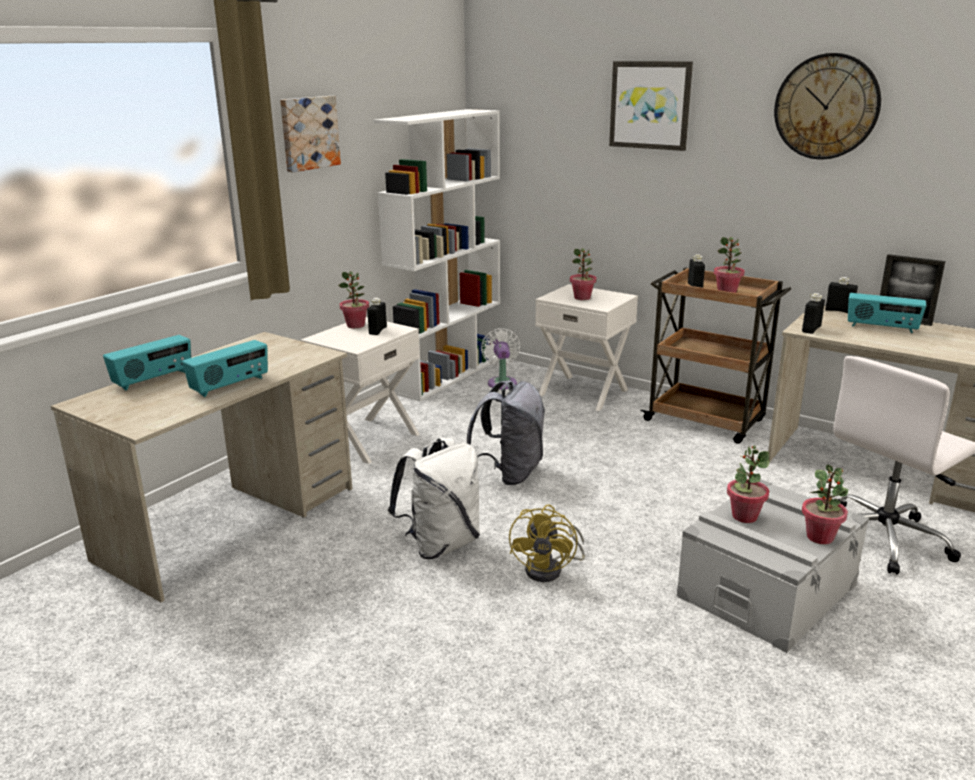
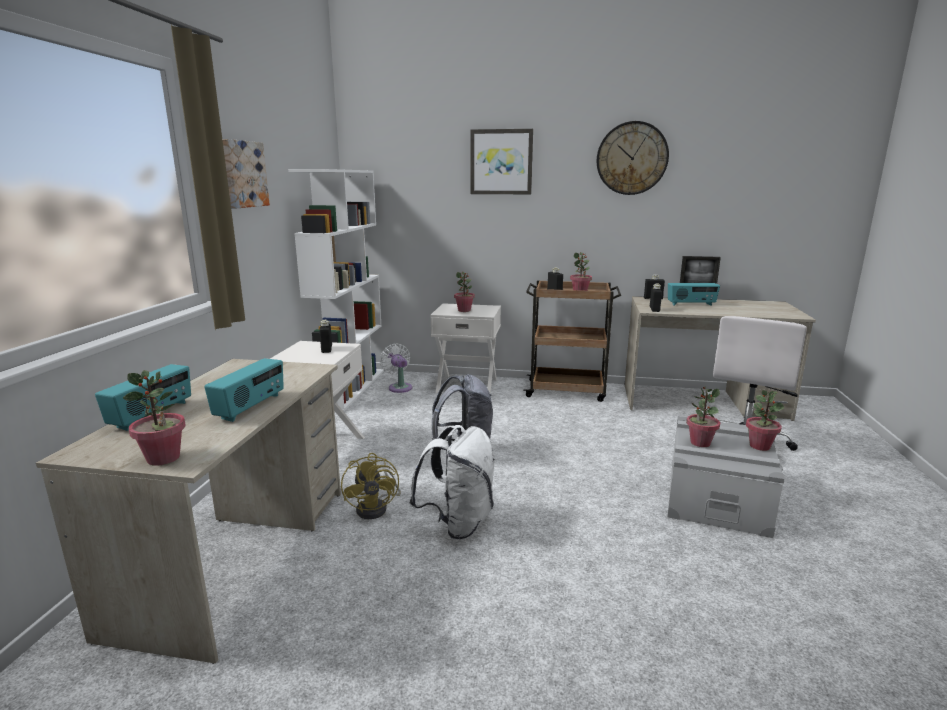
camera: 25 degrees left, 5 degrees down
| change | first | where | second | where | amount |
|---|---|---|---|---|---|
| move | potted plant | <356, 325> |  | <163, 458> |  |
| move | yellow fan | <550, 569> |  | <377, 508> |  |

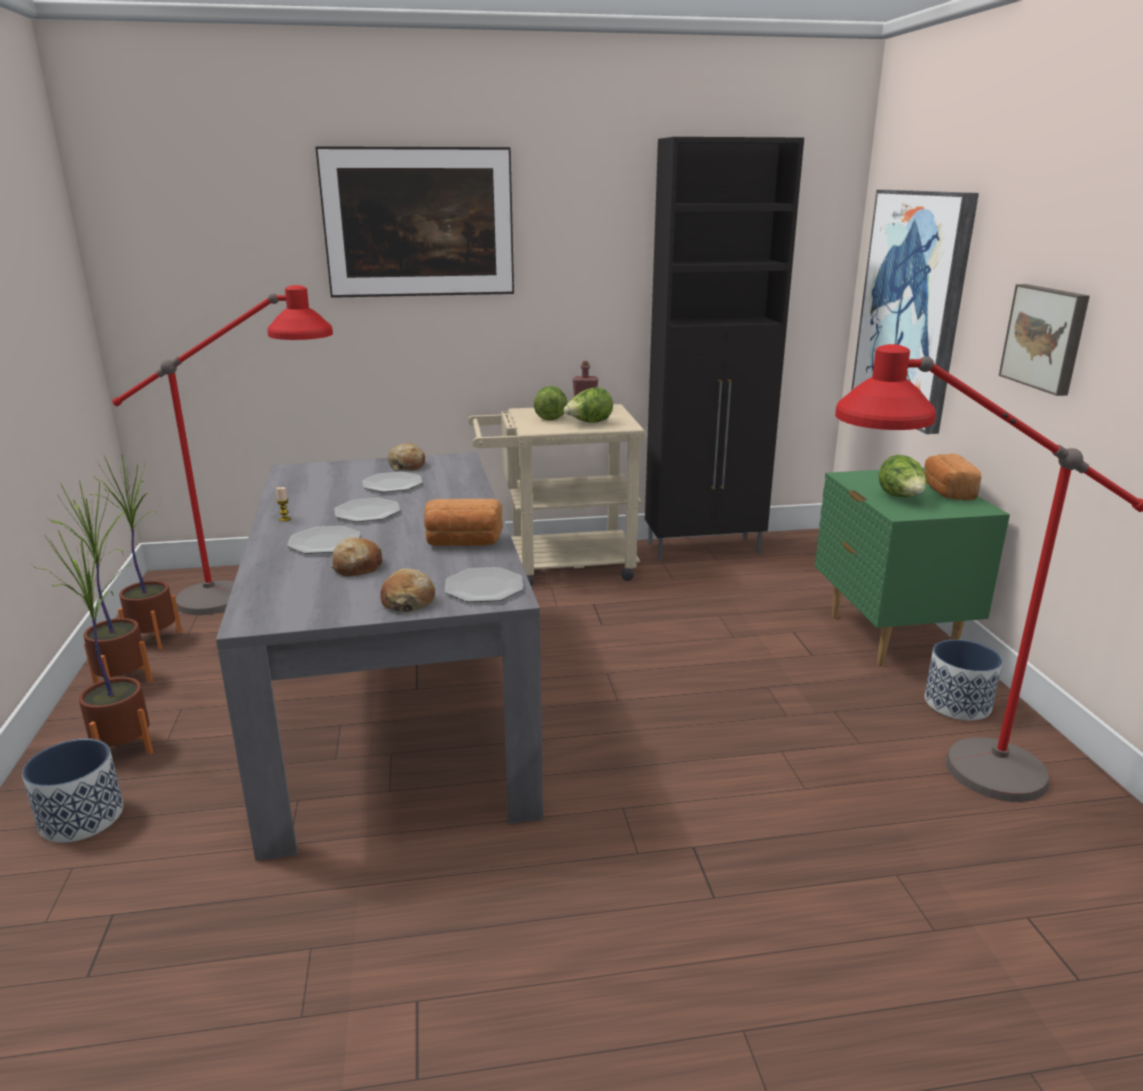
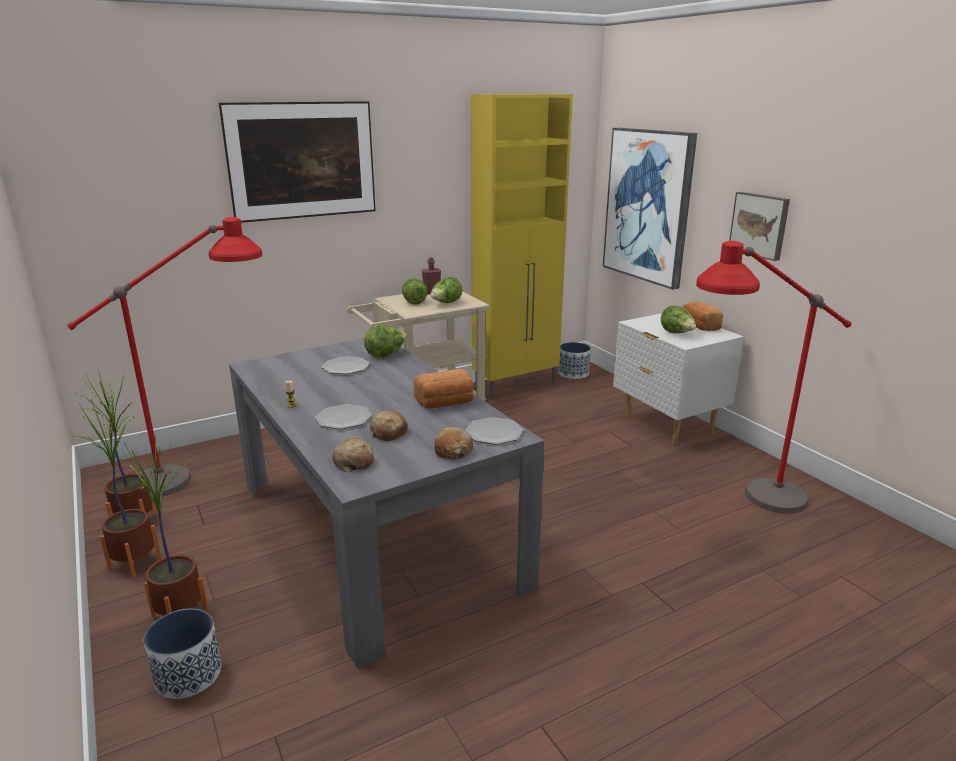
camera: 20 degrees left, 0 degrees up
| change | first | where | second | where | amount |
|---|---|---|---|---|---|
| recolor | black cabinet | <705, 548> | yellow cabinet | <516, 384> |  |
| move | bread | <407, 465> |  | <354, 462> |  |
| recolor | green nightstand | <888, 637> | white nightstand | <667, 425> |  |
| delete | plate | <367, 512> |  |  |  |
| move | planter | <957, 704> |  | <573, 373> |  |
| insert |  |  | lettuce | <386, 355> |  |

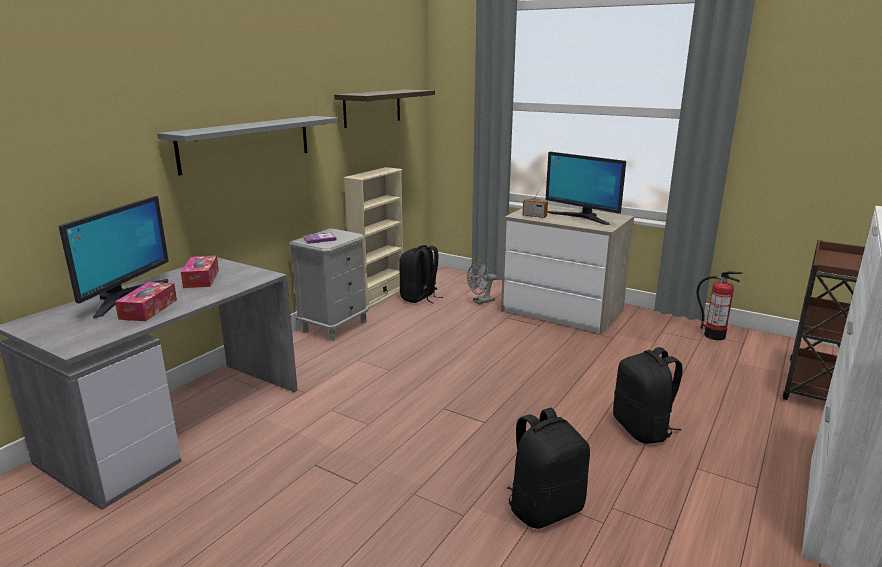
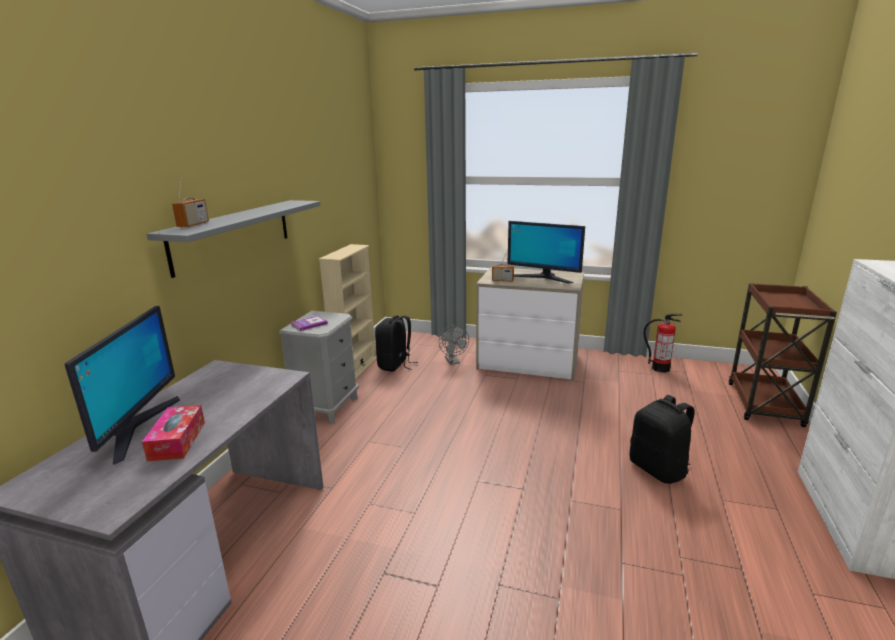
camera: 15 degrees left, 0 degrees up
| change | first | where | second | where | amount |
|---|---|---|---|---|---|
| delete | shelf | <372, 108> |  |  |  |
| delete | tissue box | <201, 279> |  |  |  |
| rotate | grey fan | <481, 301> |  | <453, 362> | 60 degrees counterclockwise |
| delete | black backpack | <545, 508> |  |  |  |
| insert |  |  | radio | <193, 225> |  |

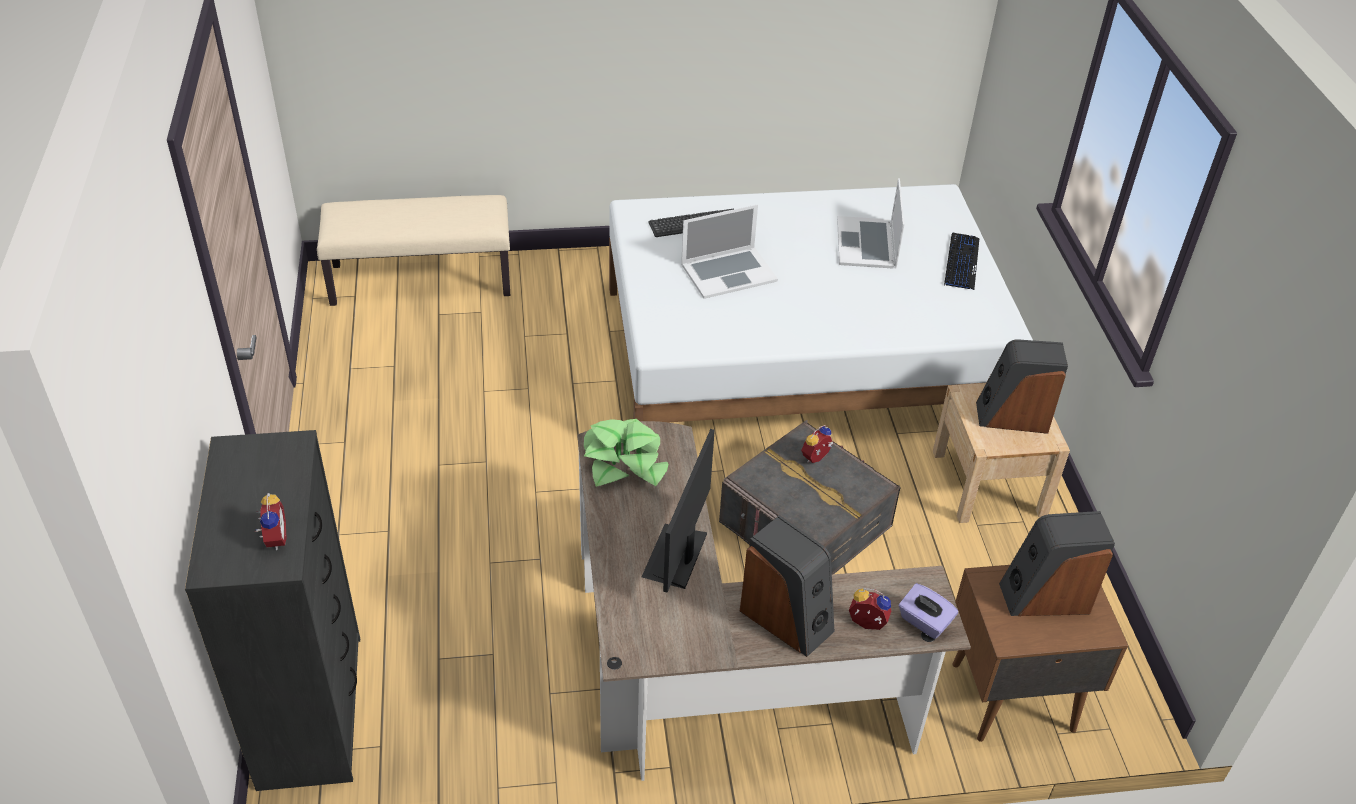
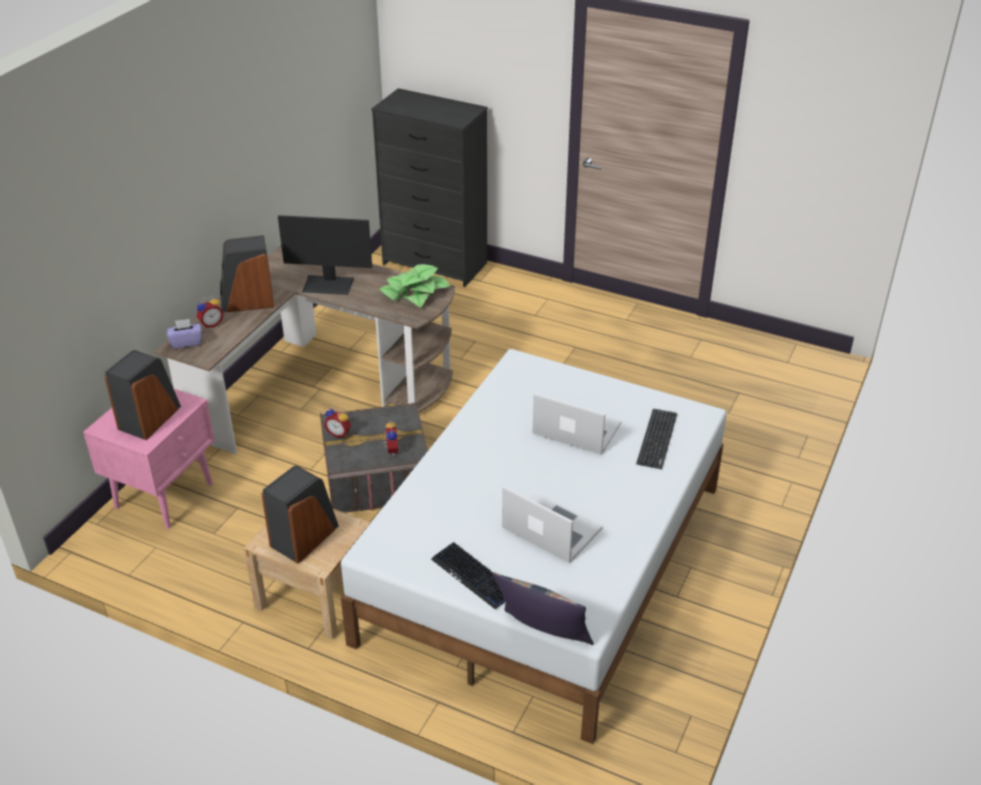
camera: 125 degrees right, 5 degrees down
| change | first | where | second | where | amount |
|---|---|---|---|---|---|
| delete | beige bench | <422, 280> |  |  |  |
| rotate | laptop | <728, 272> |  | <576, 429> | 105 degrees clockwise |
| rotate | monitor | <676, 556> |  | <328, 285> | 135 degrees clockwise |
| move | alarm clock | <273, 539> |  | <339, 433> |  |
| recolor | brown nightstand | <1010, 695> | pink nightstand | <165, 494> |  |
| insert |  |  | pillow | <542, 638> |  |

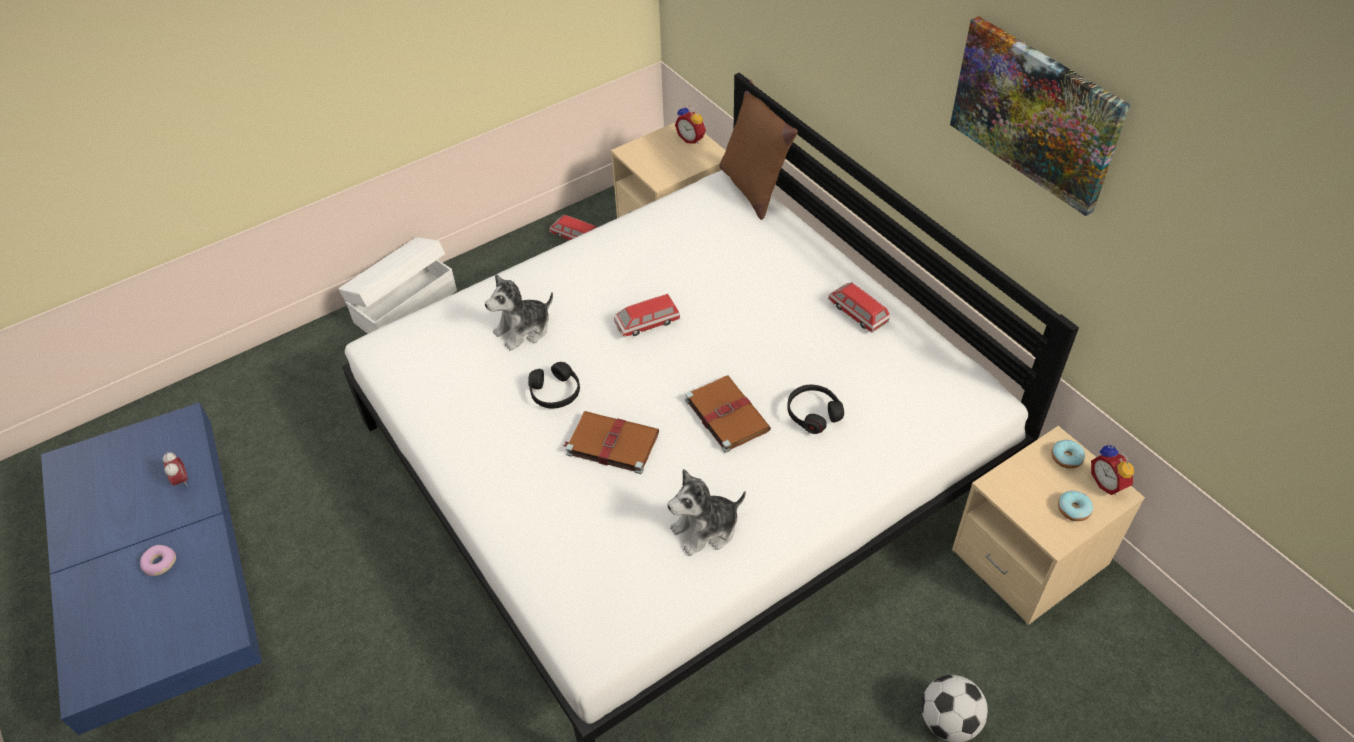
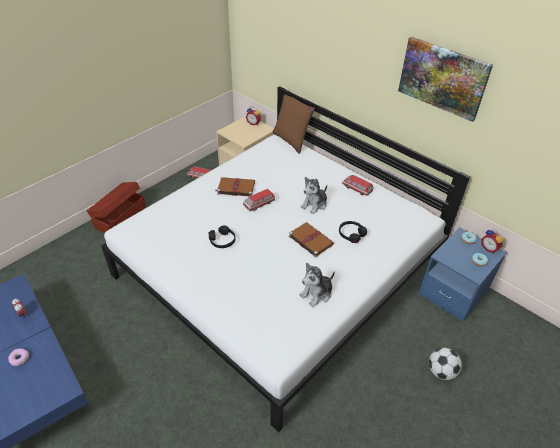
camera: 15 degrees left, 5 degrees down
| change | first | where | second | where | amount |
|---|---|---|---|---|---|
| recolor | white storage box | <404, 306> | brown storage box | <120, 218> |  |
| move | plush toy | <523, 330> |  | <314, 205> |  |
| move | brown book | <611, 443> |  | <235, 188> |  |
| recolor | beige nightstand | <1029, 558> | blue nightstand | <453, 292> |  |

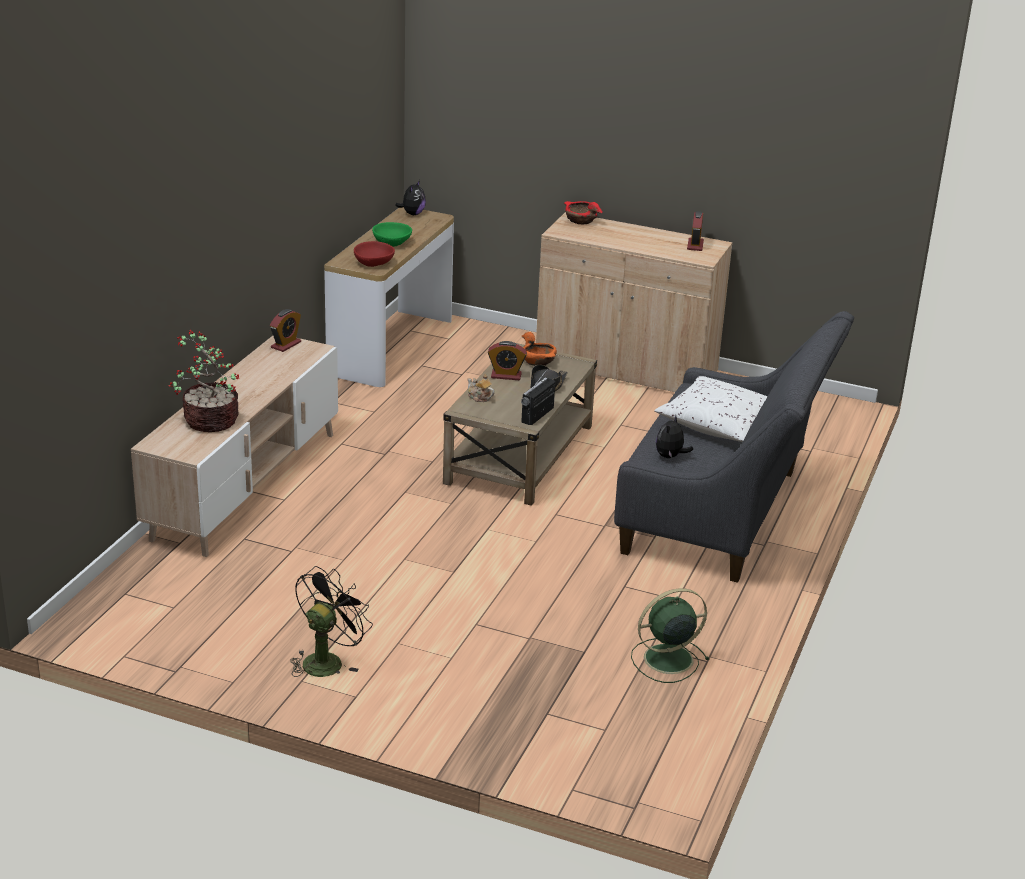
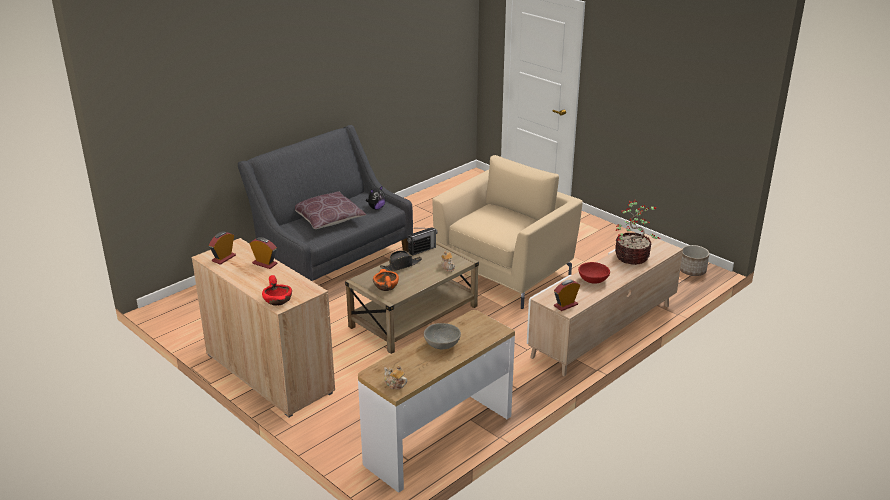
camera: 155 degrees left, 0 degrees up
| change | first | where | second | where | amount |
|---|---|---|---|---|---|
| replace | plush toy | <412, 214> | teapot | <394, 384> |  |
| recolor | green bowl | <391, 244> | grey bowl | <442, 344> |  |
| move | red bowl | <373, 264> |  | <593, 280> |  |
| move | alarm clock | <506, 376> |  | <265, 264> |  |
| recolor | white pillow | <719, 424> | brown pillow | <327, 219> |  |
| delete | black fan | <327, 660> |  |  |  |
| delete | green fan | <666, 659> |  |  |  |
| insert |  |  | beige armchair | <505, 272> |  |
| insert |  |  | planter | <692, 271> |  |

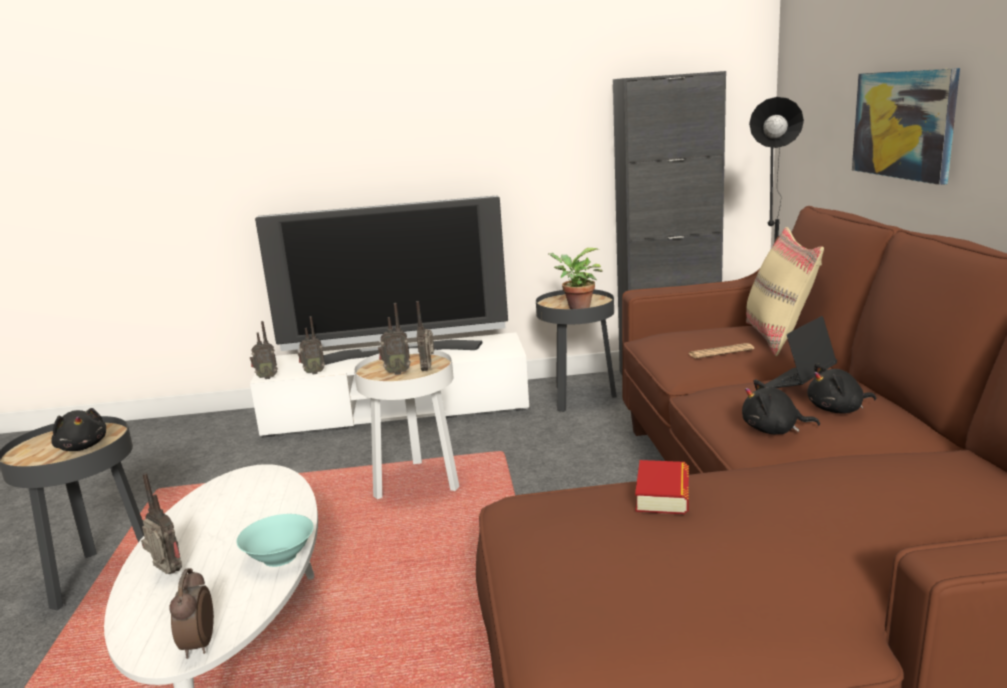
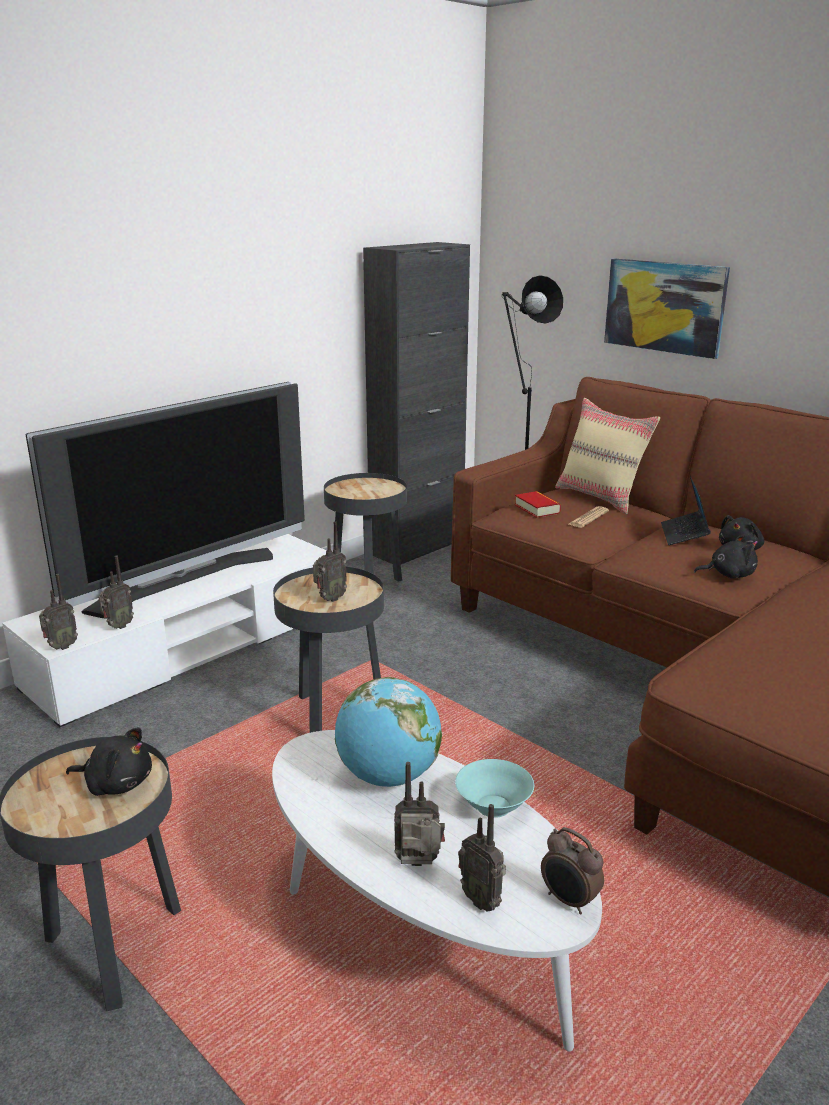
camera: 40 degrees left, 5 degrees up
| change | first | where | second | where | amount |
|---|---|---|---|---|---|
| delete | potted plant | <576, 307> |  |  |  |
| move | radio | <428, 369> |  | <482, 900> |  |
| recolor | white side table | <417, 483> | black side table | <334, 716> |  |
| rotate | black plush toy | <773, 430> |  | <728, 575> | 150 degrees counterclockwise |
| move | book | <662, 494> |  | <537, 509> |  |
| insert |  |  | globe | <388, 777> |  |

